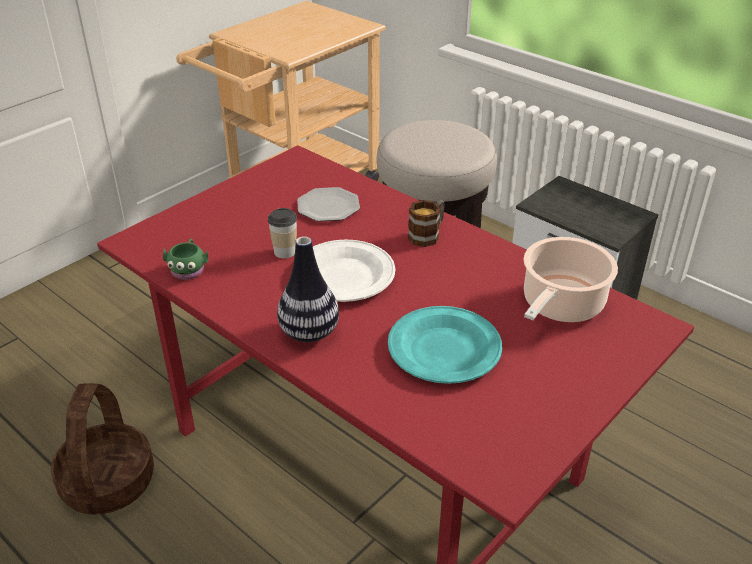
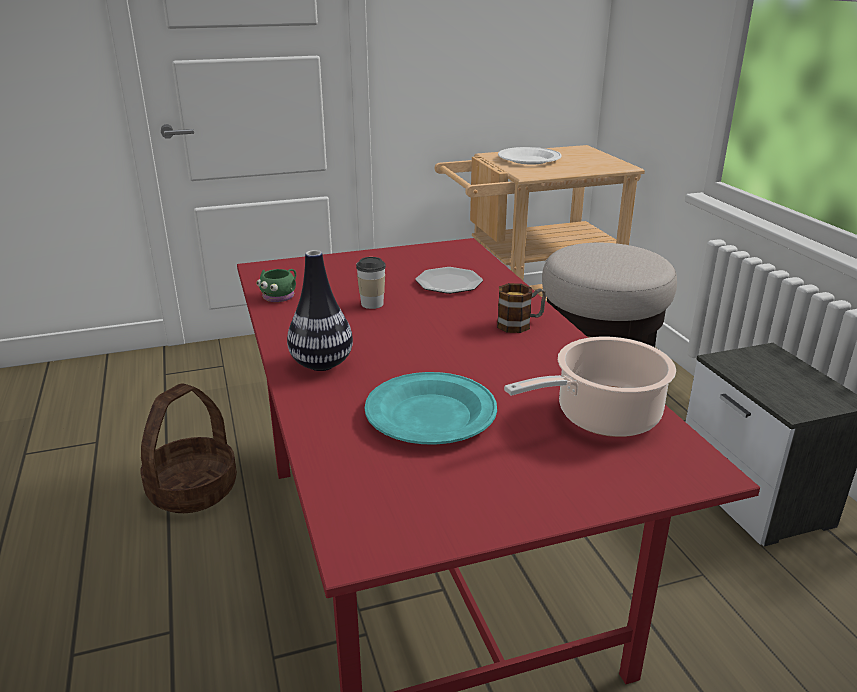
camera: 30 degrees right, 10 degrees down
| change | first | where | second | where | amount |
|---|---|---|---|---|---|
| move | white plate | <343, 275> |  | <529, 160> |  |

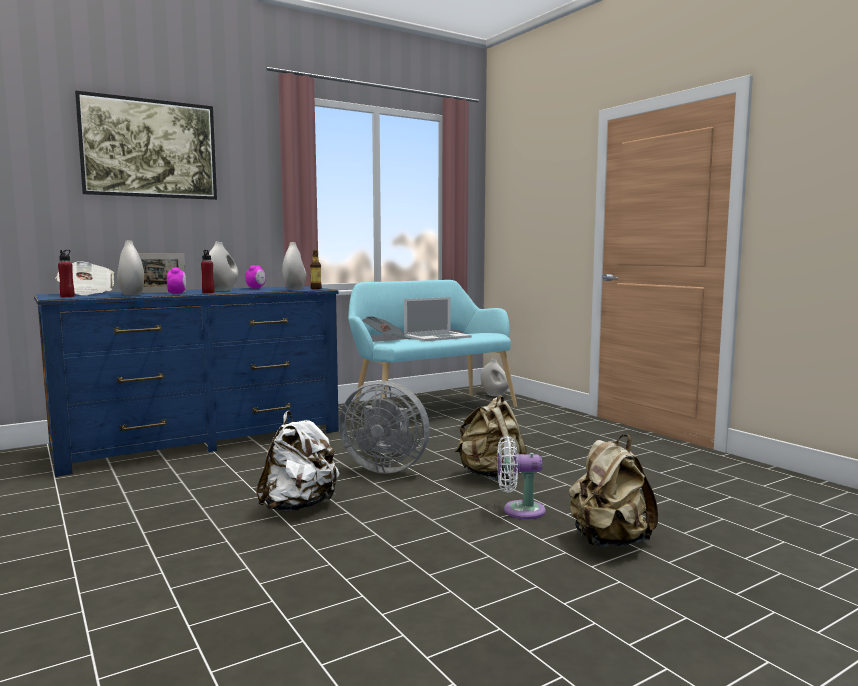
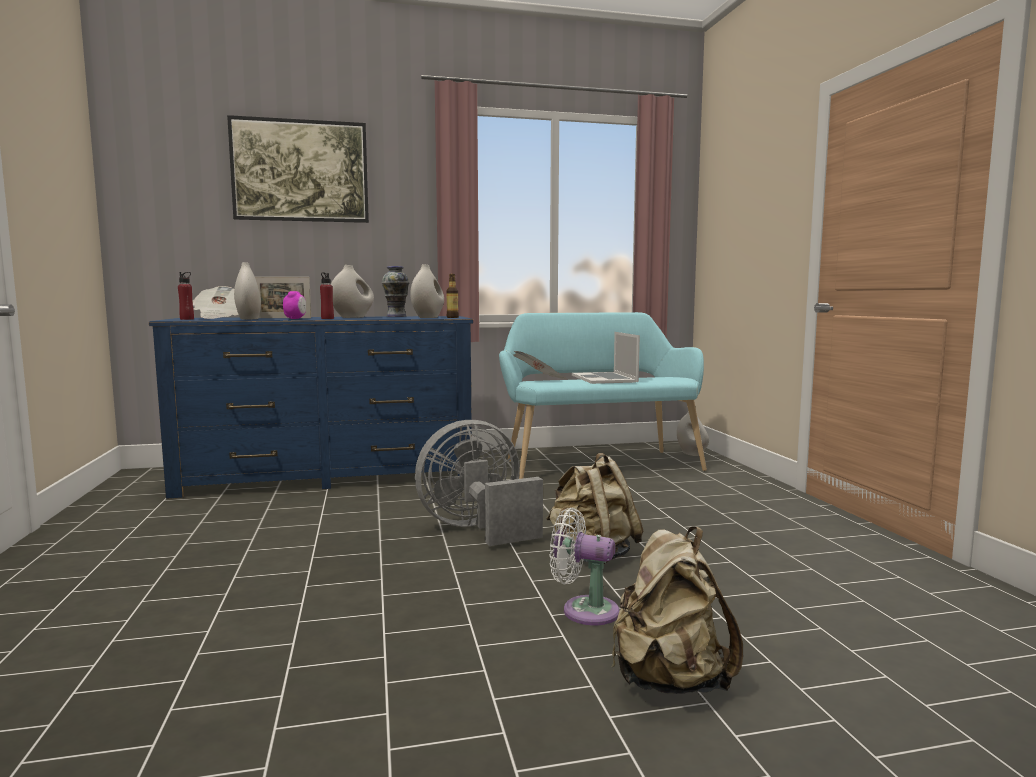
camera: 20 degrees right, 0 degrees up
| change | first | where | second | where | amount |
|---|---|---|---|---|---|
| replace | alarm clock | <256, 288> | vase | <396, 316> |  |
| rotate | laptop | <437, 337> |  | <604, 378> | 90 degrees clockwise |
| rotate | grey fan | <385, 468> |  | <477, 529> | 120 degrees clockwise |
| delete | white backpack | <299, 506> |  |  |  |

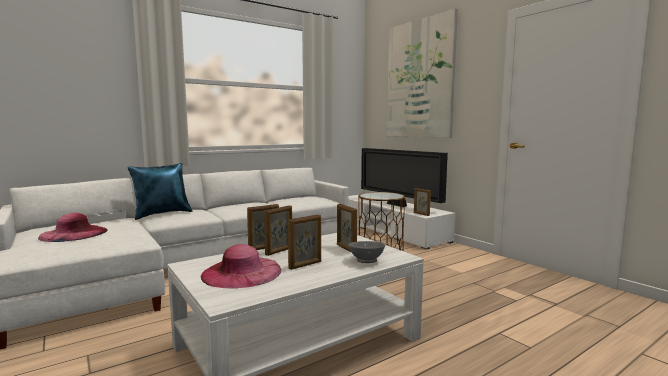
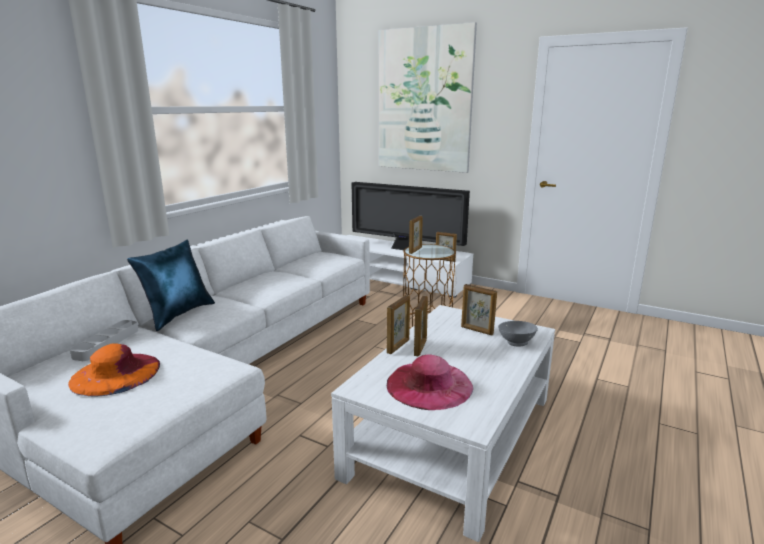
camera: 25 degrees left, 10 degrees up
| change | first | where | second | where | amount |
|---|---|---|---|---|---|
| recolor | pink hat | <74, 233> | orange hat | <115, 373> |  |
| move | picture frame | <305, 265> |  | <415, 250> |  |

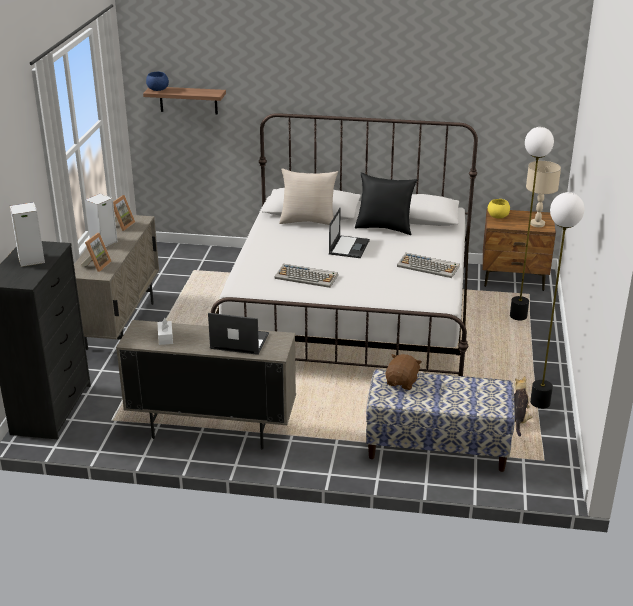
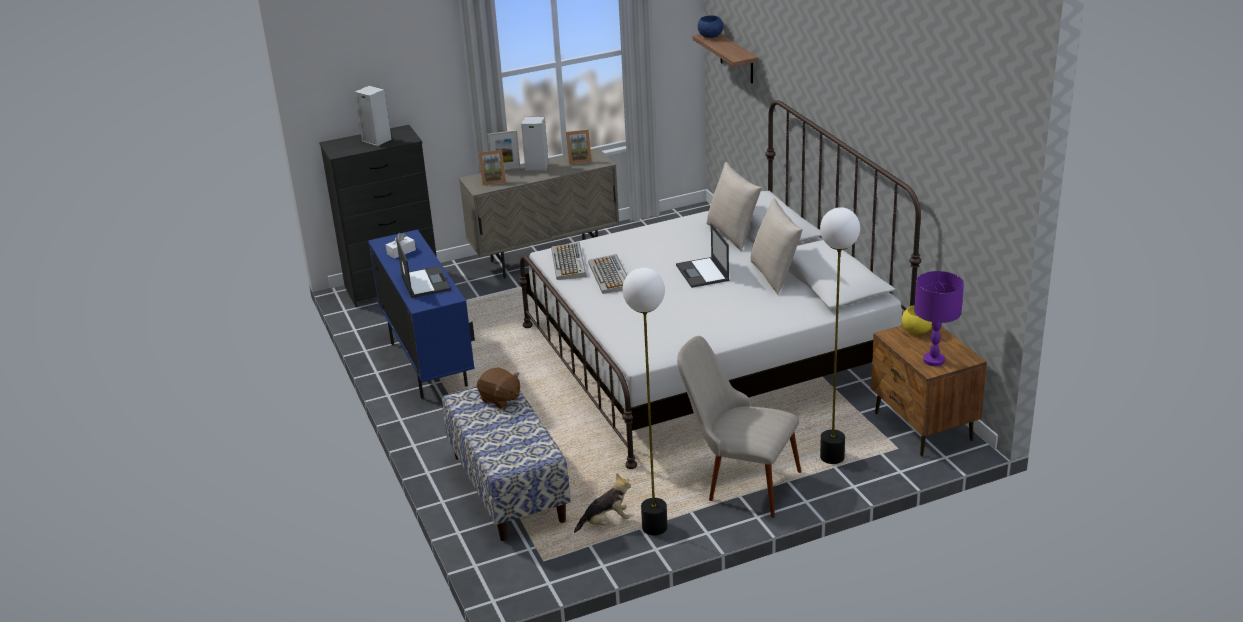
camera: 60 degrees right, 0 degrees up
| change | first | where | second | where | amount |
|---|---|---|---|---|---|
| recolor | beige table lamp | <537, 224> | purple table lamp | <934, 360> |  |
| recolor | black pillow | <384, 228> | beige pillow | <775, 275> |  |
| rotate | laptop | <349, 247> |  | <703, 273> | 90 degrees clockwise |
| move | keyboard | <428, 266> |  | <569, 263> |  |
| recolor | beige cabinet | <212, 430> | blue cabinet | <428, 364> |  |
| rotate | brown plush toy | <402, 382> |  | <500, 399> | 45 degrees clockwise |
| insert |  |  | picture frame | <506, 169> |  |
| insert |  |  | beige chair | <739, 482> |  |

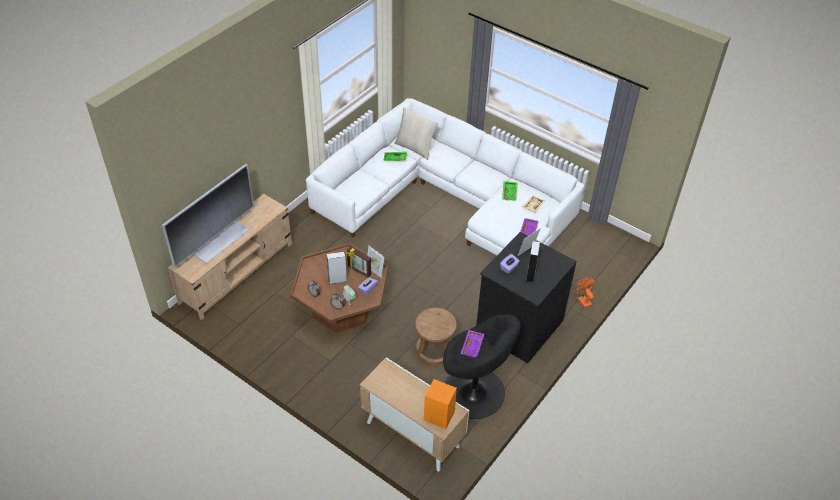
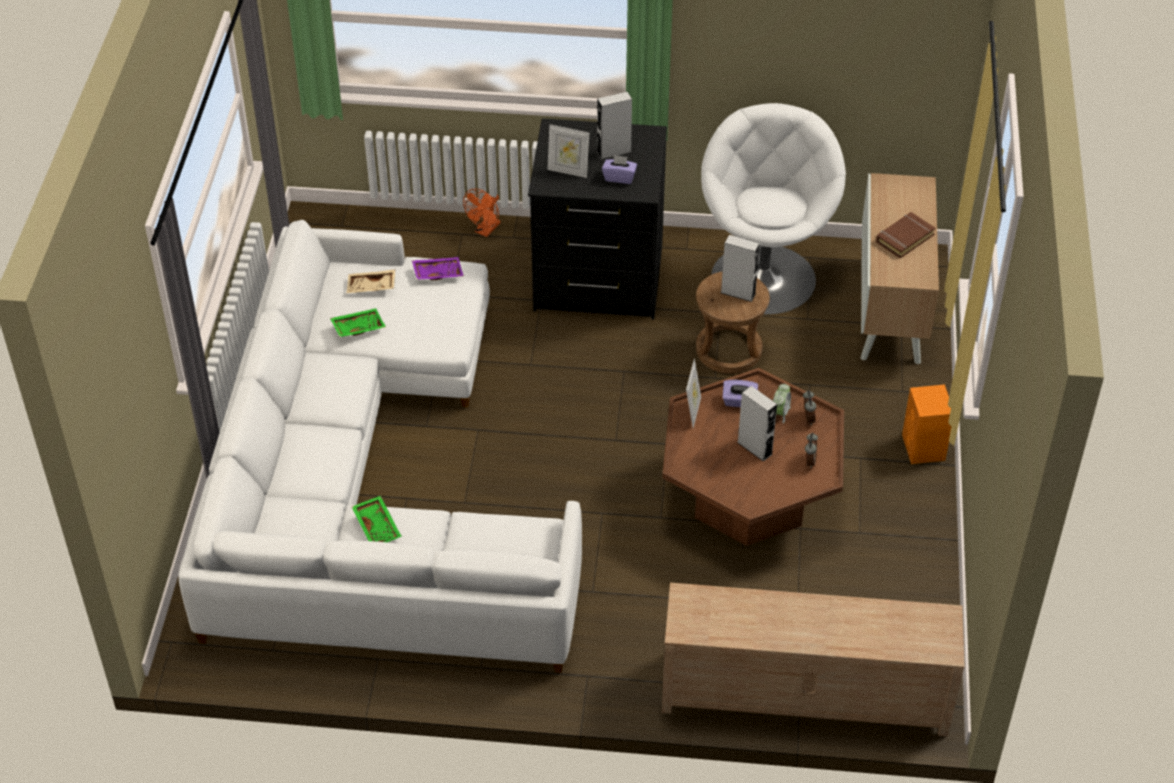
camera: 120 degrees left, 0 degrees up
| change | first | where | second | where | amount |
|---|---|---|---|---|---|
| delete | beige pillow | <415, 148> |  |  |  |
| delete | television | <221, 241> |  |  |  |
| delete | picture frame | <359, 271> |  |  |  |
| recolor | black armchair | <474, 393> | white armchair | <764, 277> |  |
| delete | purple tray | <472, 346> |  |  |  |
| move | orange speaker | <438, 416> |  | <923, 448> |  |
| insert |  |  | brown book | <904, 238> |  |
| insert |  |  | grey speaker | <738, 293> |  |

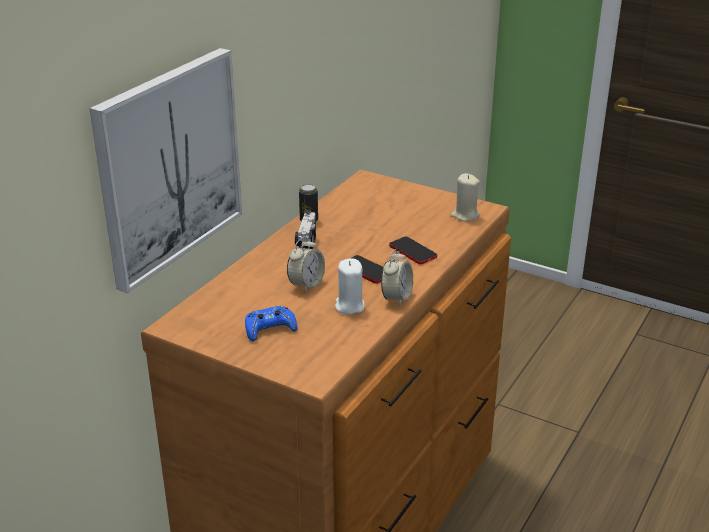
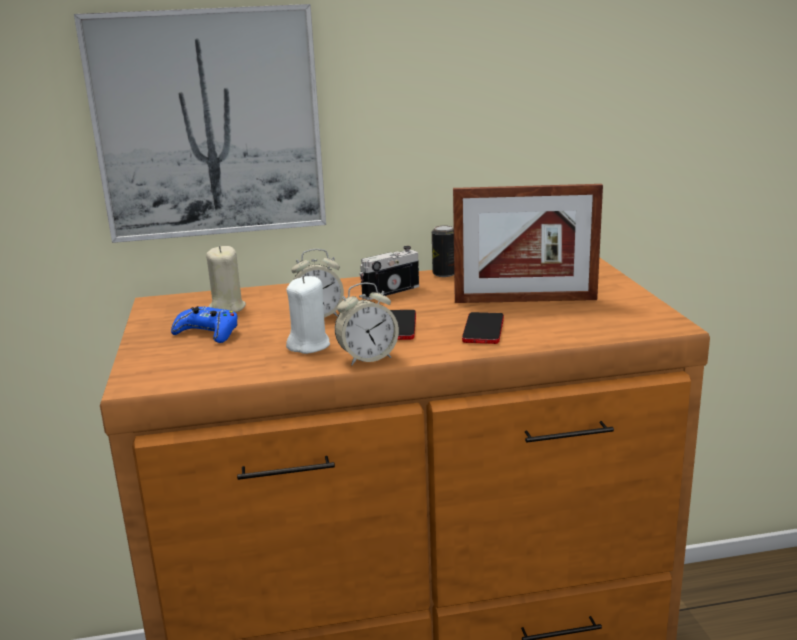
camera: 50 degrees right, 10 degrees down
| change | first | where | second | where | amount |
|---|---|---|---|---|---|
| move | beige candle | <465, 215> |  | <226, 308> |  |
| insert |  |  | picture frame | <525, 300> |  |

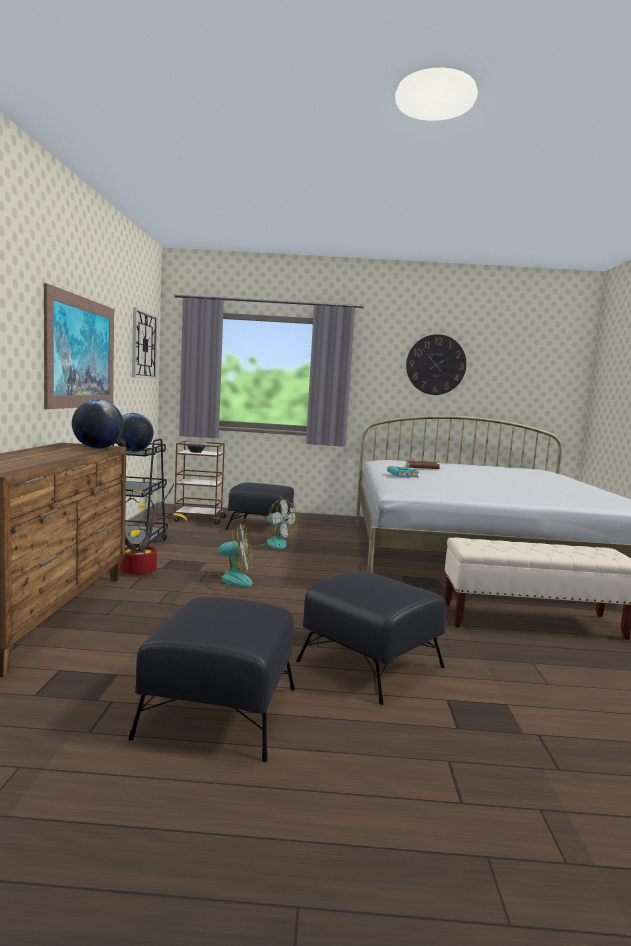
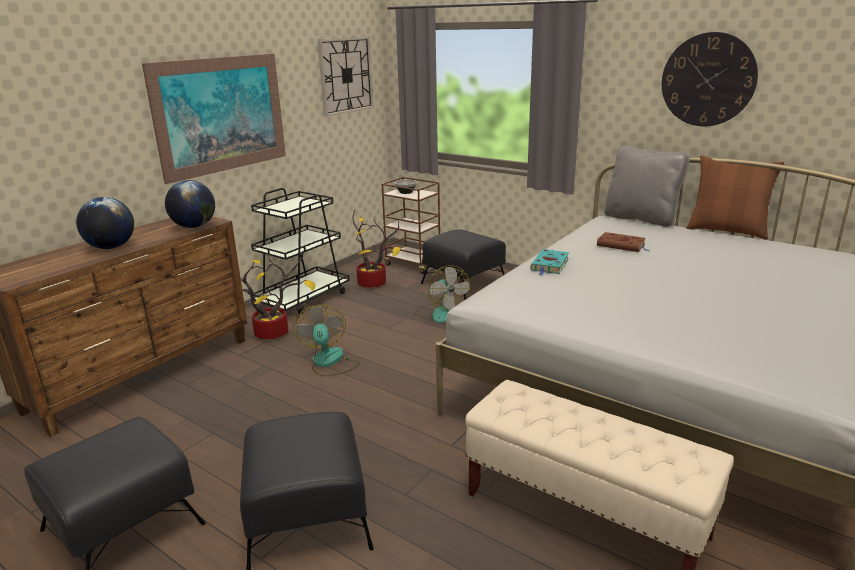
camera: 35 degrees right, 15 degrees up
| change | first | where | second | where | amount |
|---|---|---|---|---|---|
| move | globe | <132, 451> |  | <111, 247> |  |
| rotate | fan | <228, 580> |  | <329, 362> | 135 degrees counterclockwise |
| insert |  |  | grey pillow | <641, 218> |  |
| insert |  |  | brown pillow | <727, 231> |  |
| insert |  |  | potted plant | <374, 283> |  |

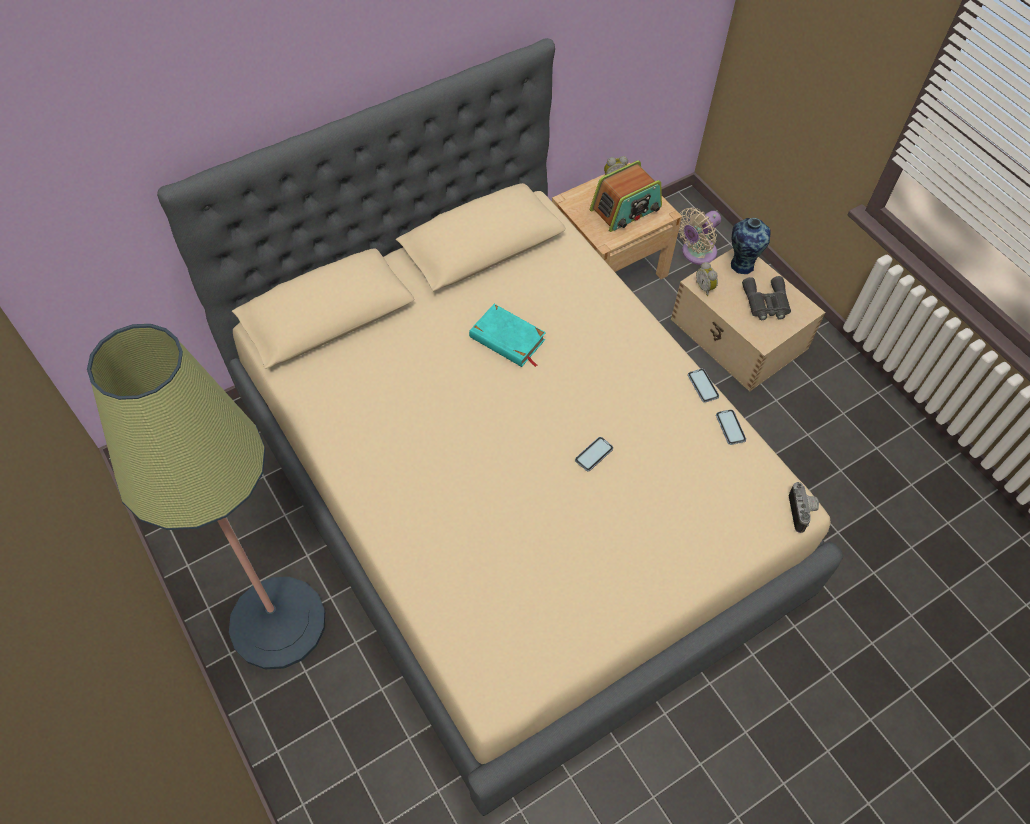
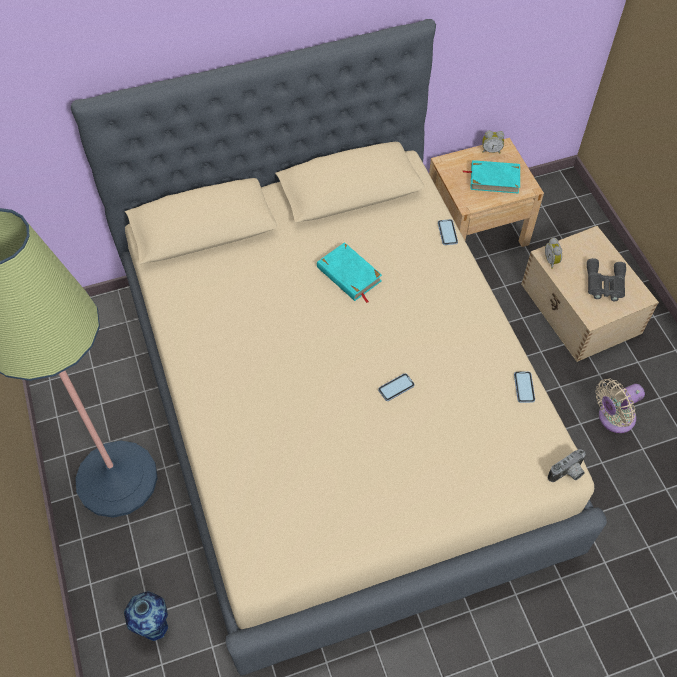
camera: 15 degrees right, 0 degrees up
| change | first | where | second | where | amount |
|---|---|---|---|---|---|
| replace | radio | <626, 209> | turquoise book | <494, 179> |  |
| move | beige fan | <696, 253> |  | <613, 418> |  |
| move | vase | <741, 264> |  | <154, 626> |  |
| move | phone | <703, 386> |  | <447, 233> |  |
| rotate | photo camera | <802, 512> |  | <567, 474> | 45 degrees clockwise |

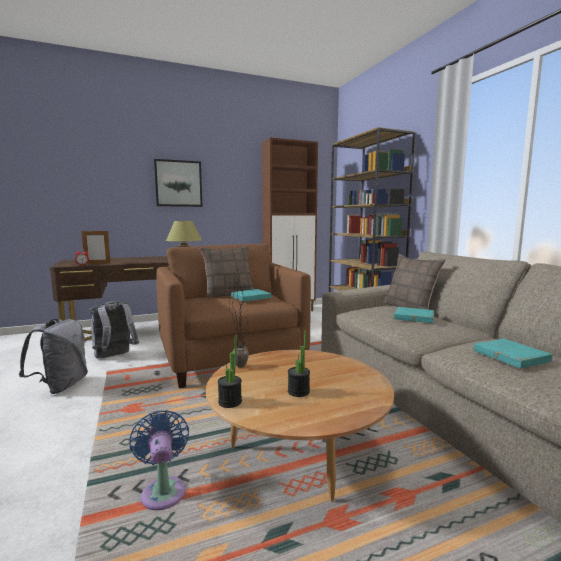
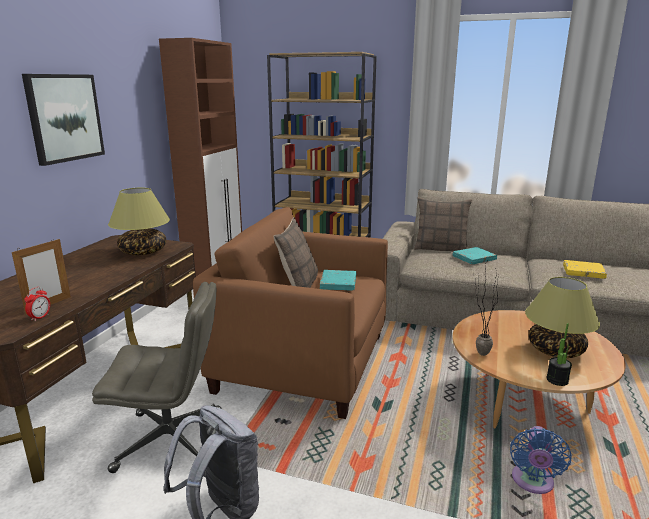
camera: 50 degrees left, 10 degrees up
| change | first | where | second | where | amount |
|---|---|---|---|---|---|
| replace | grey backpack | <114, 356> | grey office chair | <171, 440> |  |
| replace | potted plant | <298, 391> | table lamp | <556, 350> |  |
| recolor | turquoise book | <510, 357> | yellow book | <583, 272> |  |
| rotate | blue fan | <163, 490> |  | <532, 483> | 90 degrees counterclockwise |

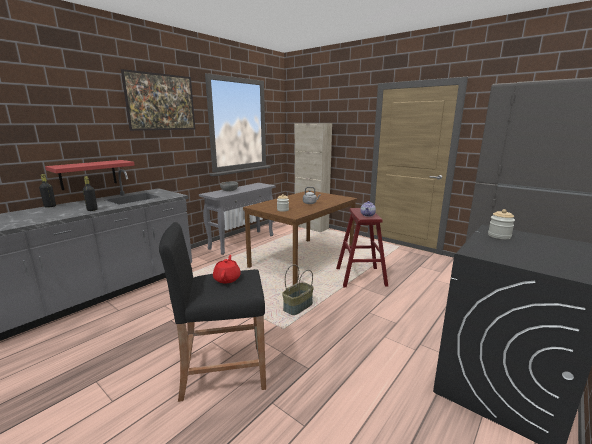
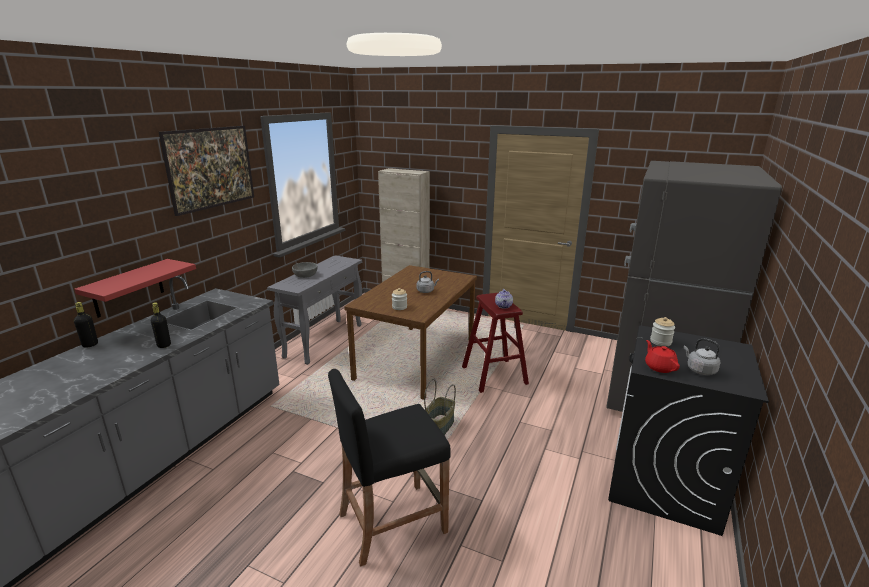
camera: 15 degrees left, 5 degrees up
| change | first | where | second | where | amount |
|---|---|---|---|---|---|
| move | red teapot | <227, 279> |  | <659, 367> |  |
| insert |  |  | grey kettle | <699, 370> |  |

